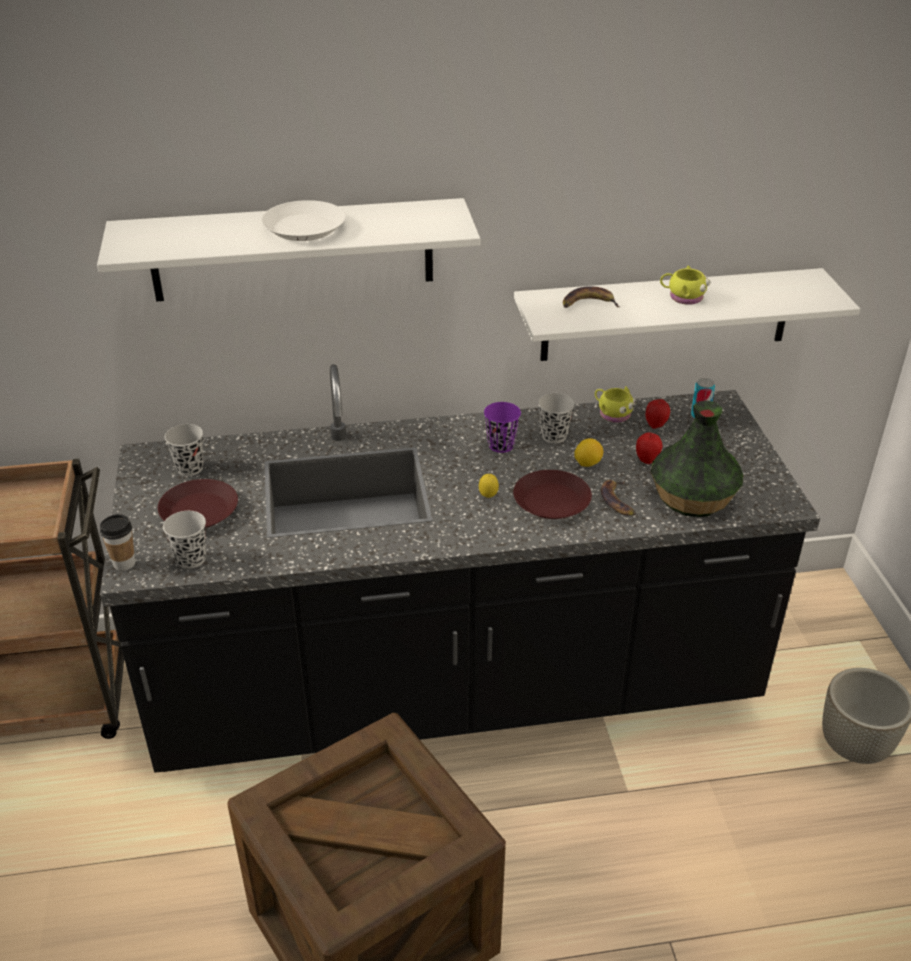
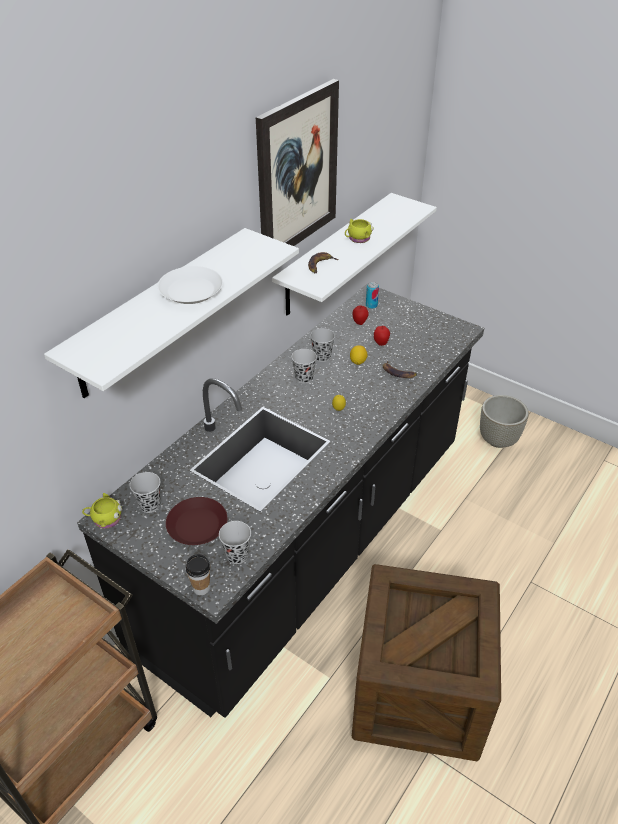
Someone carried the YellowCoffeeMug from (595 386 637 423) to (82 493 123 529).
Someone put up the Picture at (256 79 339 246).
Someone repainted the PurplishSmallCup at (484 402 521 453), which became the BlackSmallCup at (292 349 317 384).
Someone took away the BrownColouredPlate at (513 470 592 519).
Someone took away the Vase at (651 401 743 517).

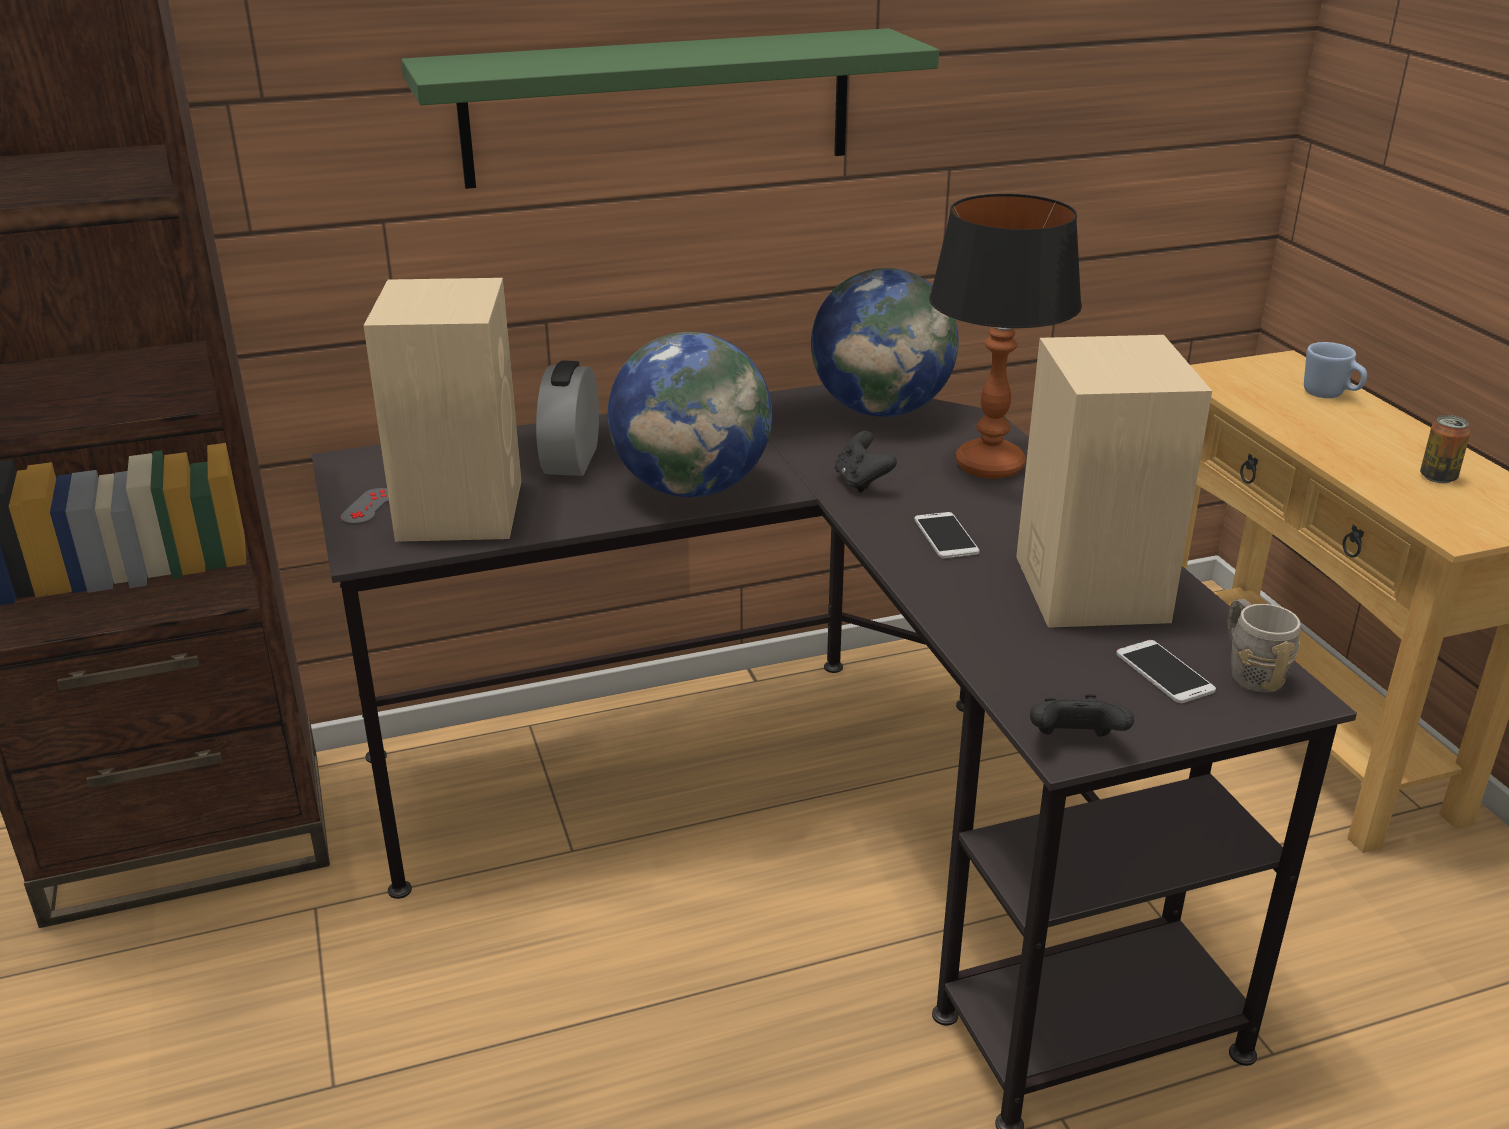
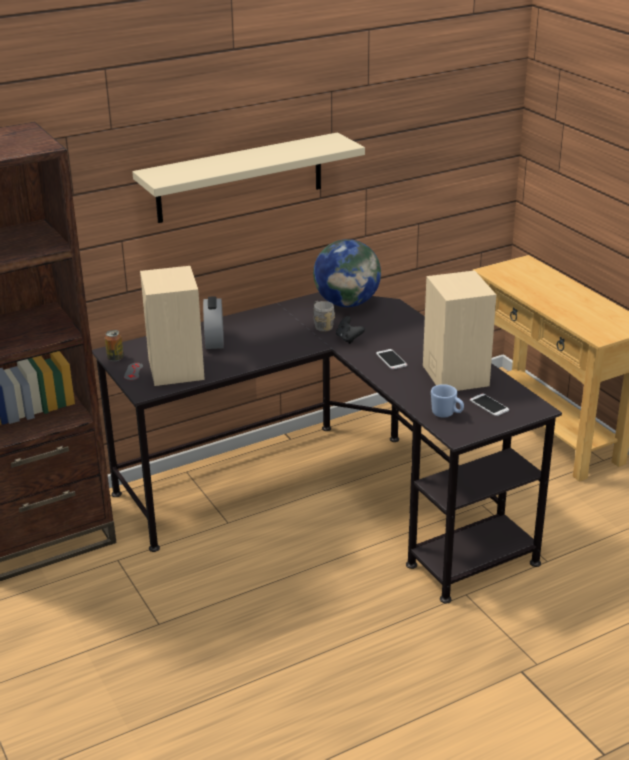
Someone carried the MetalCan from (1420 415 1470 483) to (105 330 124 361).
Someone repainted the GreenColouredShelf at (401 28 939 189), which became the BeigeShelf at (132 132 365 223).
Someone carried the GreyCoffeeMug from (1227 599 1300 693) to (313 301 335 331).
Someone carried the BluishCoffeeMug from (1304 342 1367 398) to (431 384 464 418).
Someone took away the Globe at (608 332 772 497).
Someone took away the TableLamp at (929 194 1082 479).
Someone took away the BlackJoypad at (1030 694 1134 737).

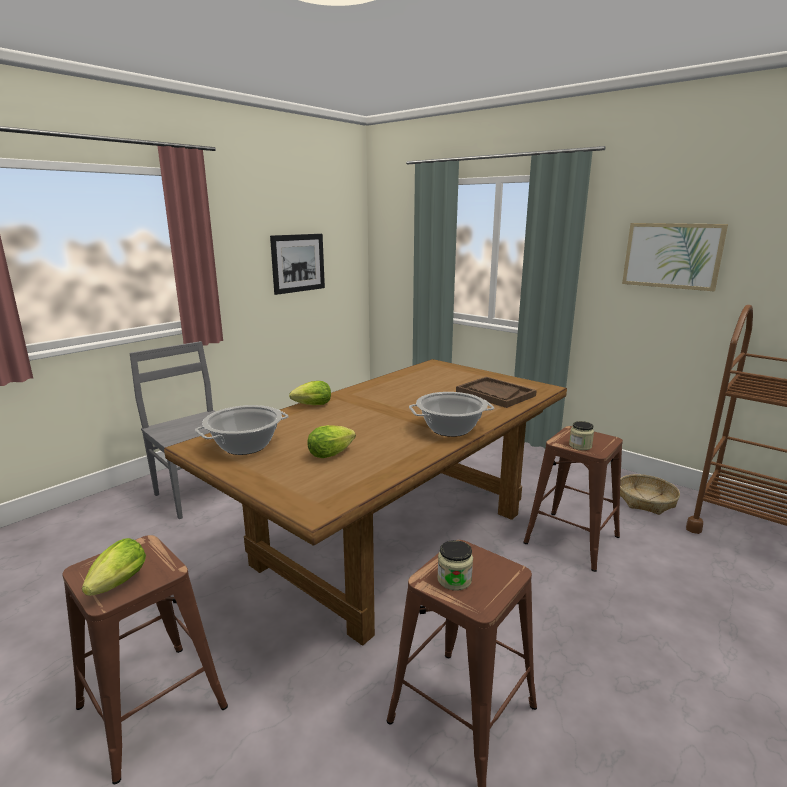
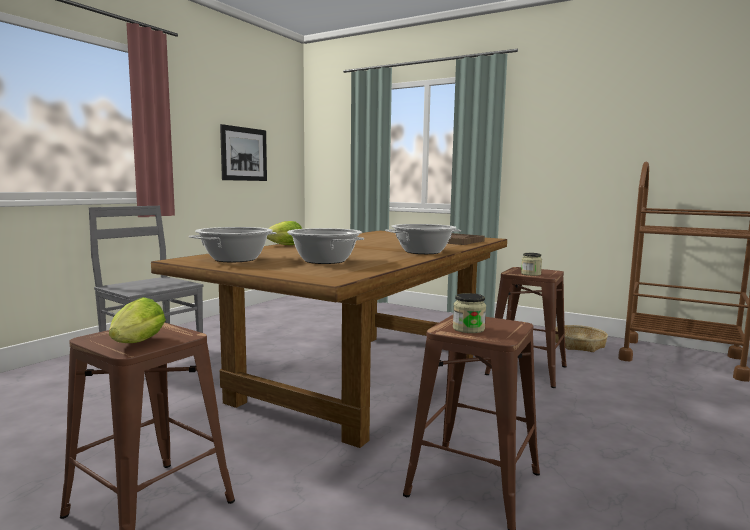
Someone swapped the Lettuce at (307 425 356 458) for the Stockpot at (287 228 364 264).
Someone took away the Picture at (622 223 728 291).

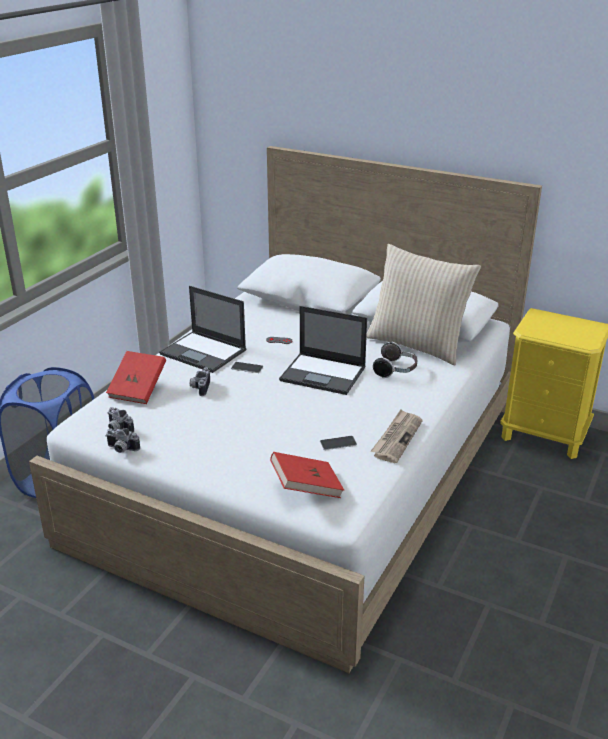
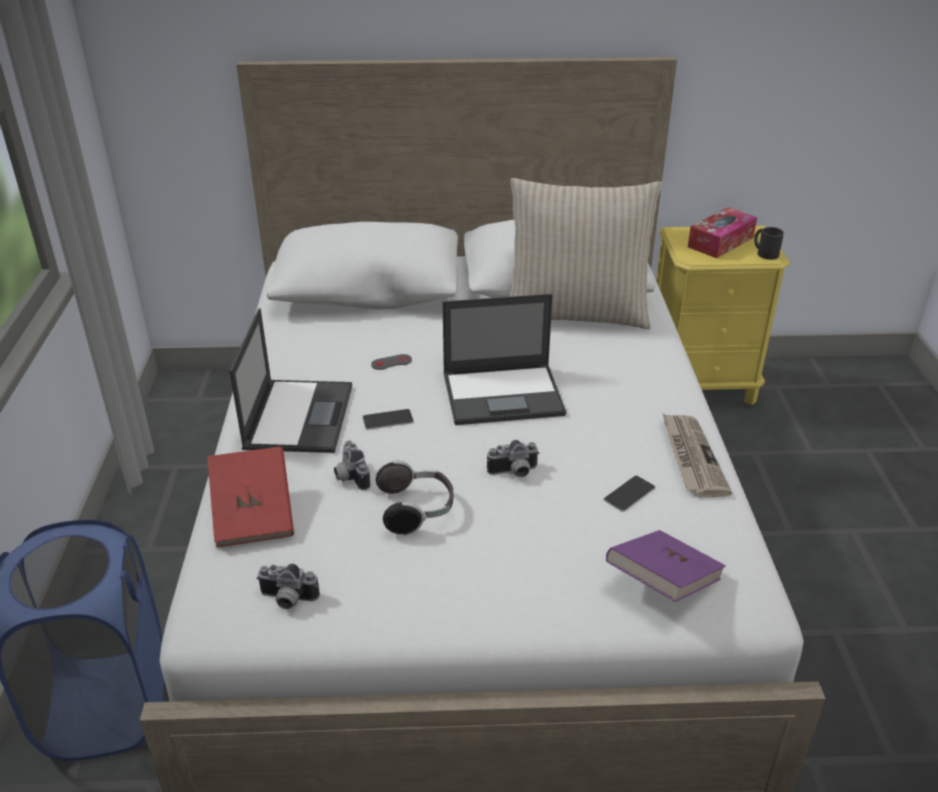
Someone rotated the NotebookComputer at (159 286 246 373) by 90 degrees counterclockwise.
Someone carried the Headset from (373 342 417 378) to (376 460 453 535).
Someone carried the StillCamera from (105 428 140 453) to (487 440 539 477).
Someone repainted the RedColouredBoundBook at (270 452 344 498), which became the PurplishBoundBook at (606 530 726 602).
Someone put down the TissueHolder at (688 207 757 258).
Someone put down the BlackCoffeeMug at (754 227 784 260).

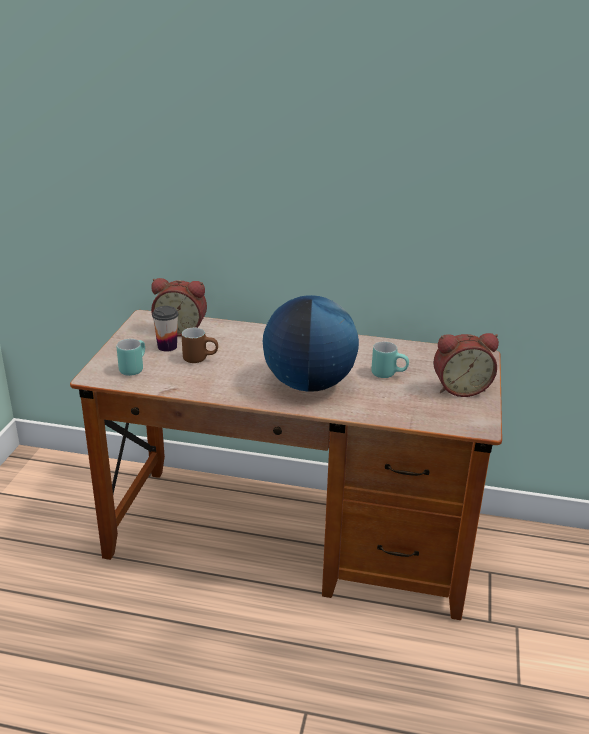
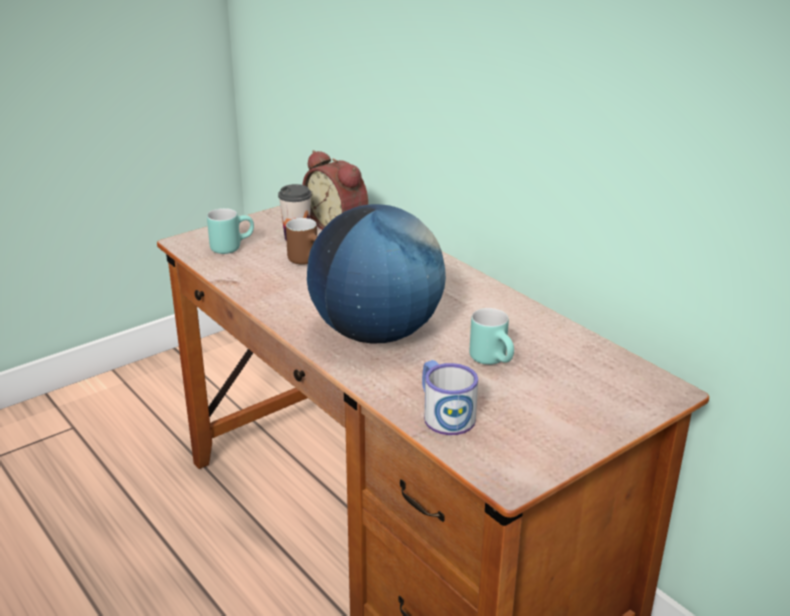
Someone put down the CoffeeMug at (422 360 478 435).
Someone took away the TableClock at (433 333 499 397).

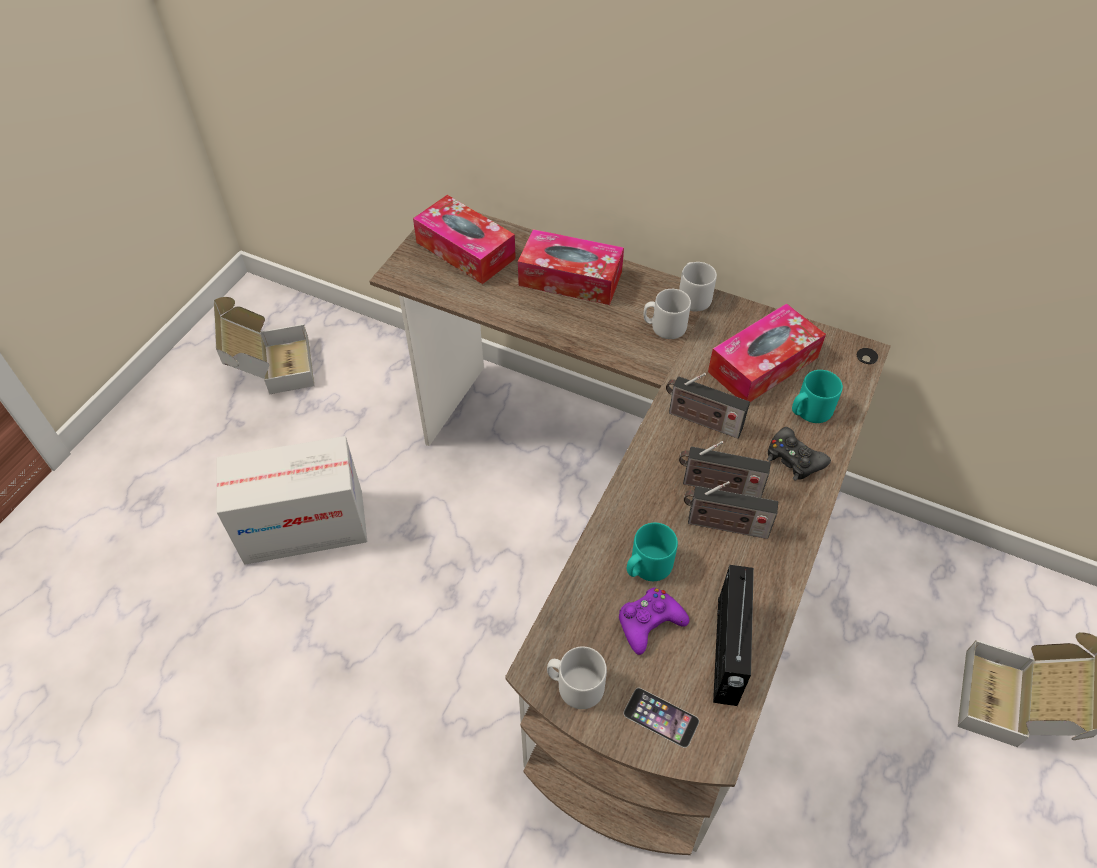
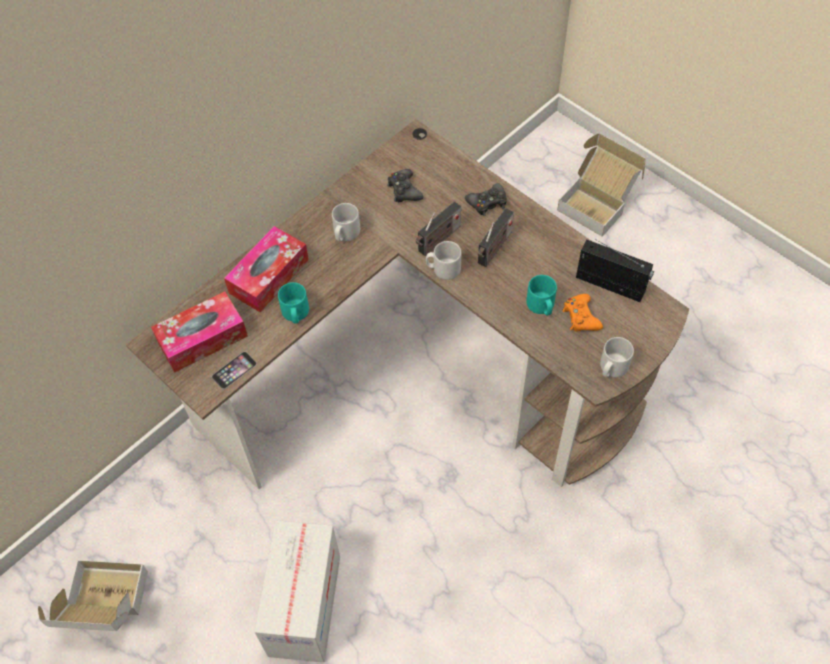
Someone carried the Handset from (623 688 699 748) to (212 352 257 389).
Someone carried the TurquoiseColouredCoffeeMug from (792 370 843 423) to (278 282 309 324).
Someone swapped the TissueHolder at (708 303 826 402) for the BlackJoypad at (387 169 423 202).
Someone carried the GreyCoffeeMug from (679 262 717 312) to (426 241 461 280).
Someone repainted the PurplishJoypad at (619 588 689 655), which became the OrangeyJoypad at (562 294 603 331).
Someone took away the RadioReceiver at (684 481 778 539).

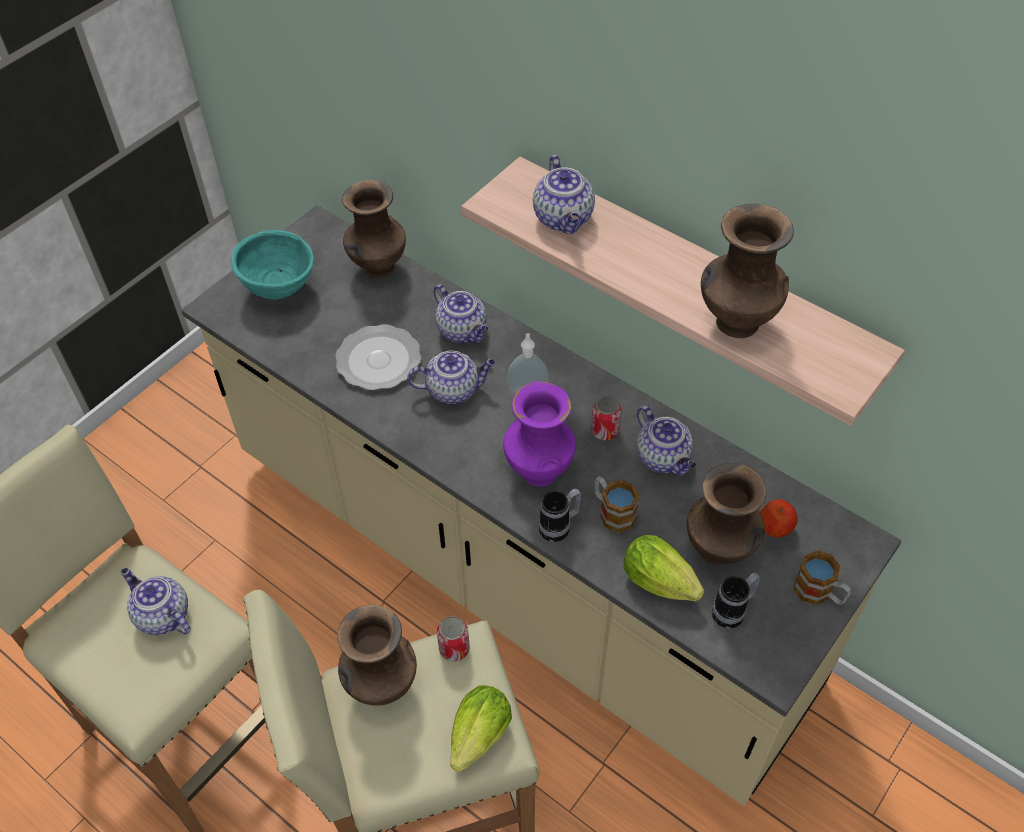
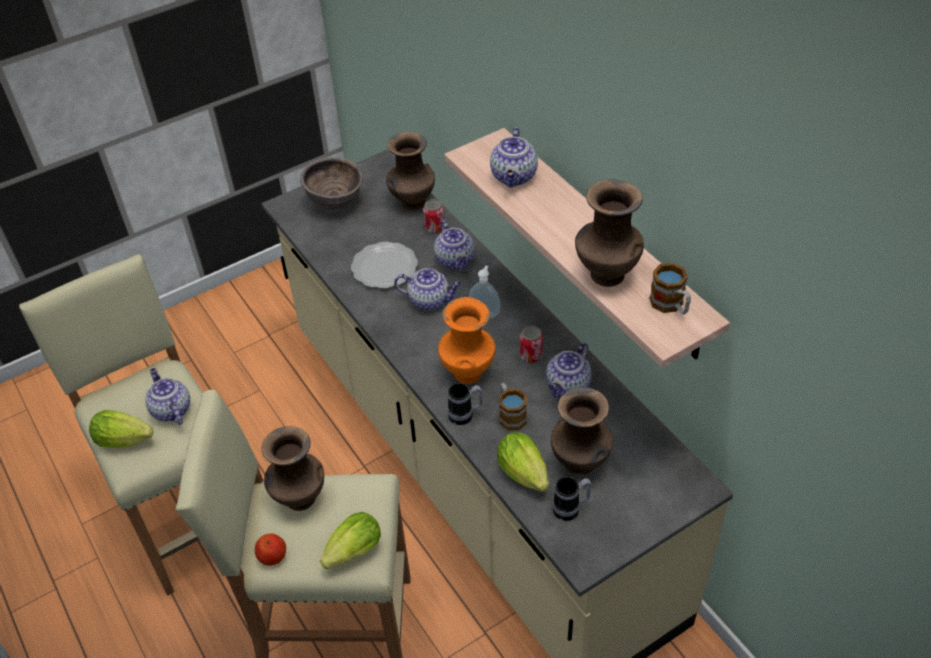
Someone put down the Lettuce at (89 410 153 448).
Someone carried the Apple from (760 499 798 538) to (255 533 286 566).
Someone repainted the TurquoiseColouredBowl at (231 230 314 300), which became the BrownColouredBowl at (300 157 363 209).
Someone carried the MetalCan from (437 616 470 662) to (423 199 444 233).
Someone repainted the PurplishVase at (503 381 576 487), which became the OrangeyVase at (438 297 495 384).
Someone rotated the TeaPot at (637 406 696 476) by 45 degrees clockwise.
Someone carried the CoffeeMug from (793 550 851 605) to (649 263 691 315).

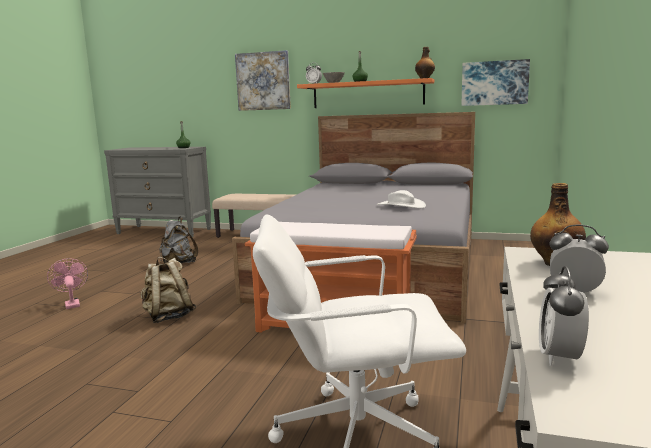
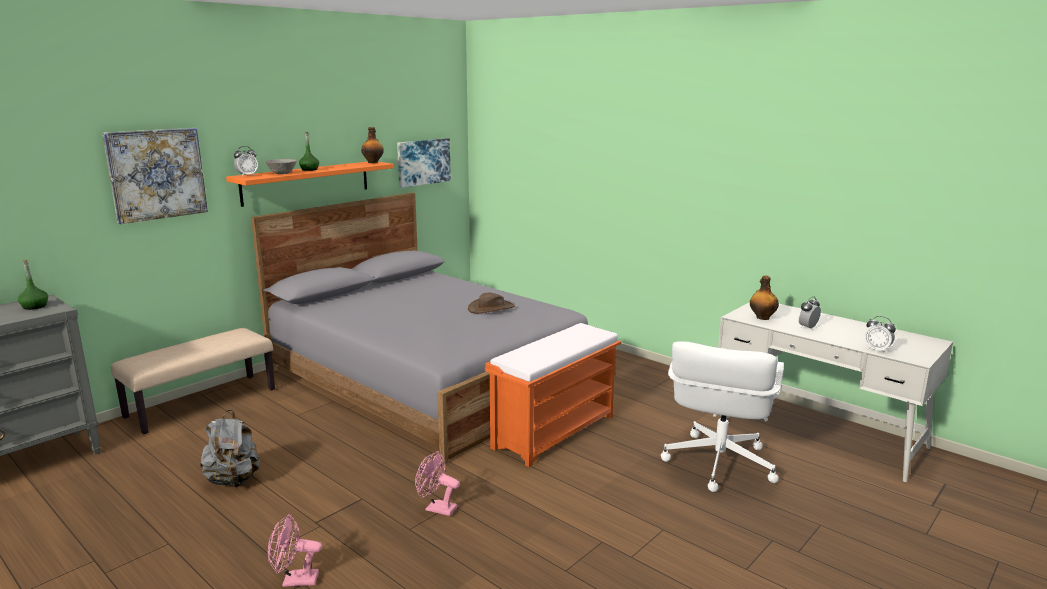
Someone swapped the BeigeRucksack at (141 257 197 323) for the PinkColouredFan at (415 451 460 516).
Someone repainted the WhitishHat at (377 190 426 208), which became the BrownColouredHat at (468 293 515 313).

